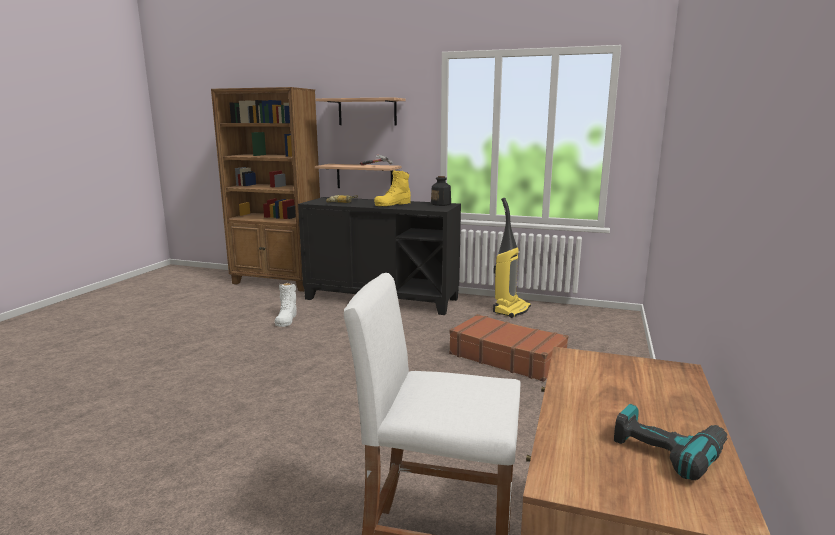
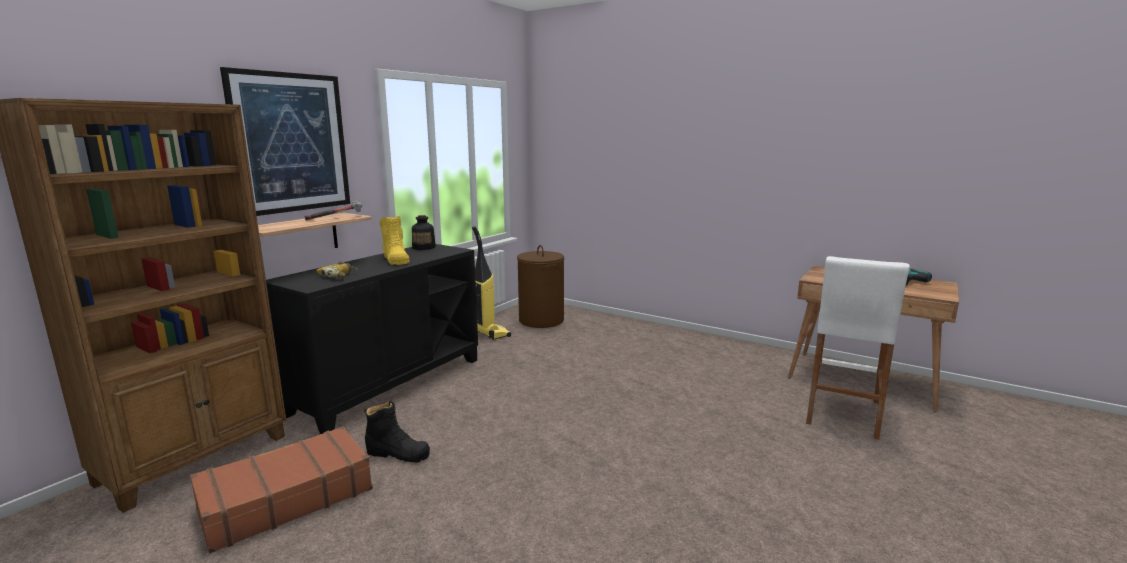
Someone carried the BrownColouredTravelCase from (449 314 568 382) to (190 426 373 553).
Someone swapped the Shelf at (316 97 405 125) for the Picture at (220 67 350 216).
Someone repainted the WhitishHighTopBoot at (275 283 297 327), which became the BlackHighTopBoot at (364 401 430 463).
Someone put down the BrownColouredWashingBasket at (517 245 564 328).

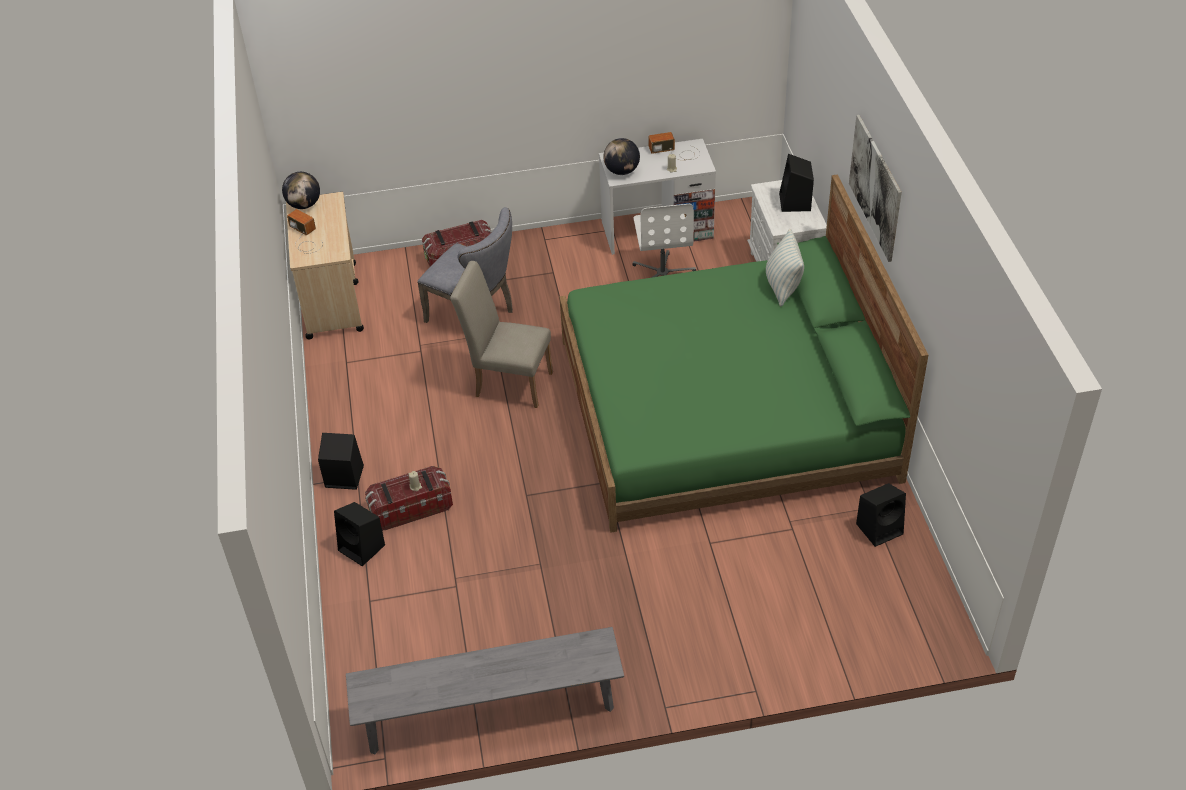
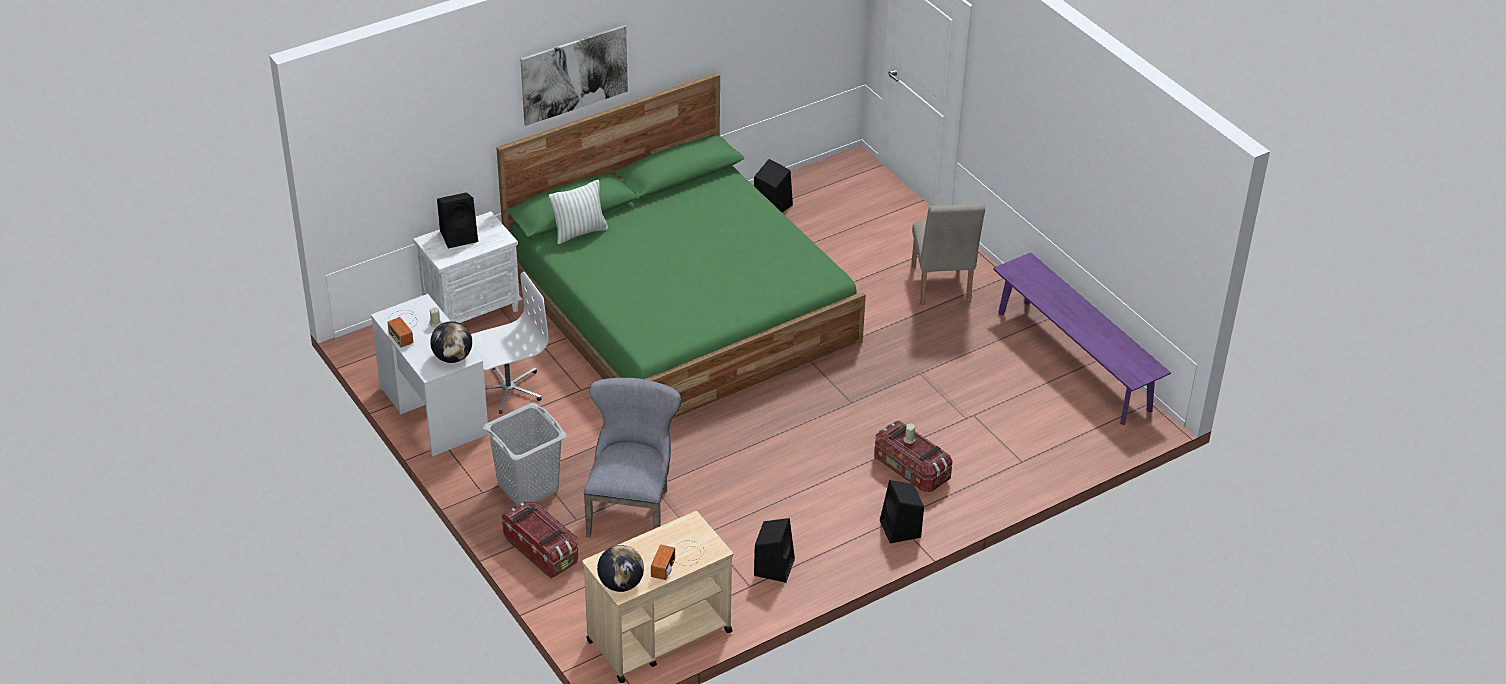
Someone put down the GreyWashingBasket at (483 403 567 505).
Someone carried the BlackLoudspeaker from (334 502 385 566) to (754 518 795 583).
Someone carried the BeigeChair from (450 261 553 408) to (911 204 985 305).
Someone repainted the GreyIndoorBench at (346 627 624 755), which became the PurplishIndoorBench at (993 253 1171 425).

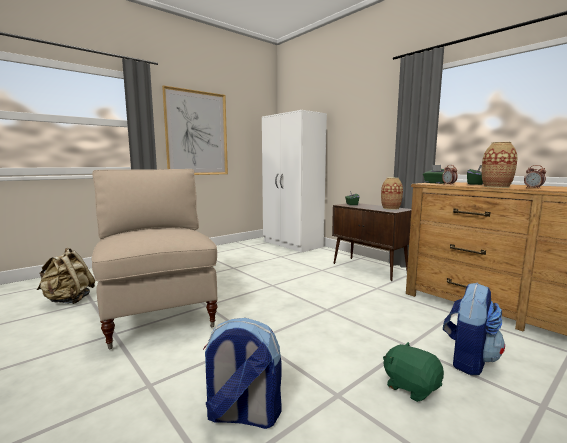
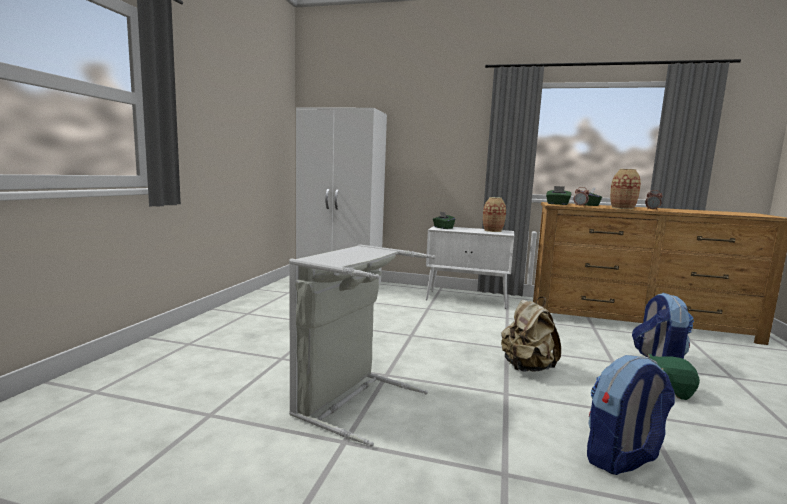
Someone swapped the BeigeChair at (92 169 218 349) for the GreyWashingBasket at (289 244 436 447).
Someone repainted the BrownColouredCupboard at (332 203 411 281), which became the WhitishCupboard at (426 226 514 309).
Someone carried the BeigeRucksack from (37 248 95 304) to (501 297 561 372).
Someone took away the Picture at (162 85 228 175).

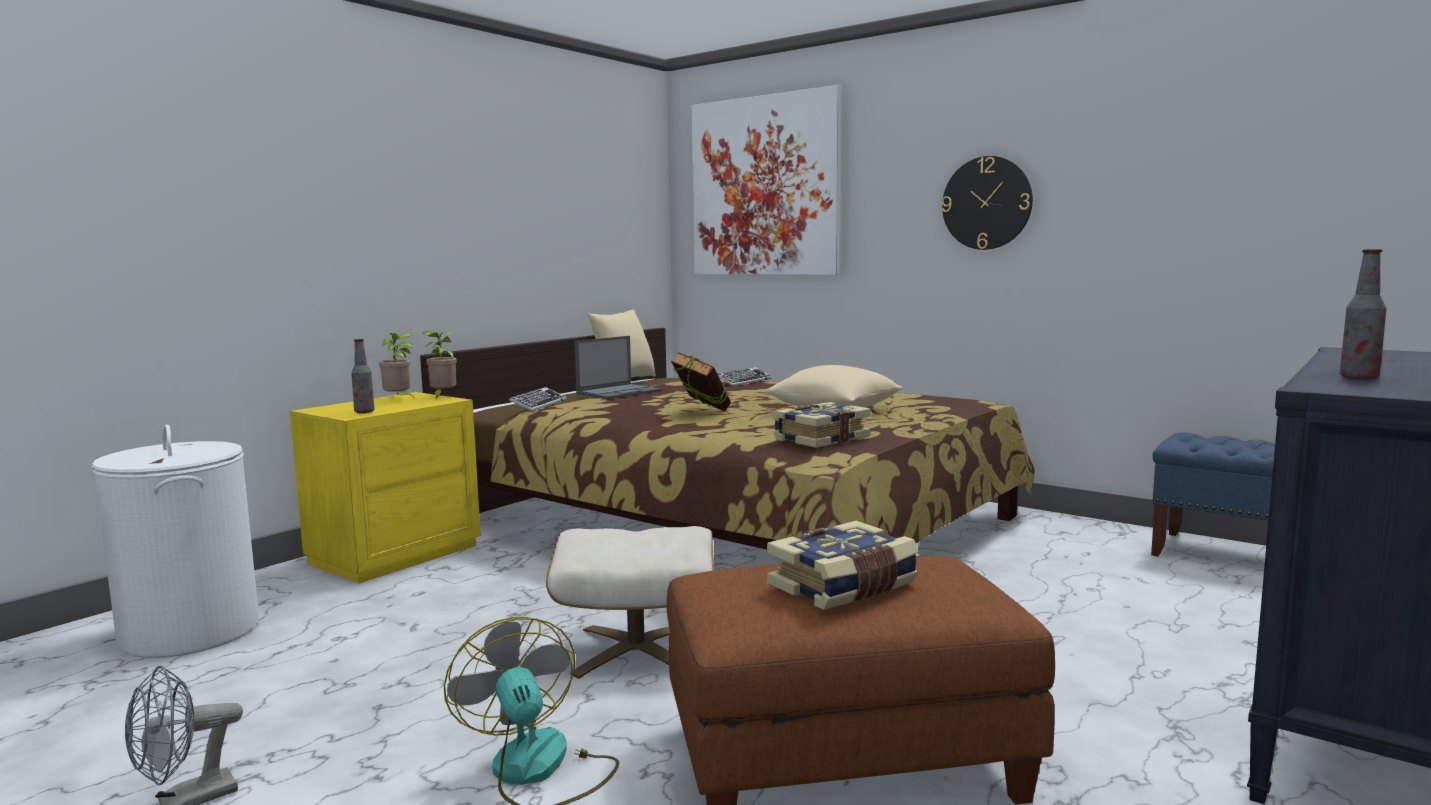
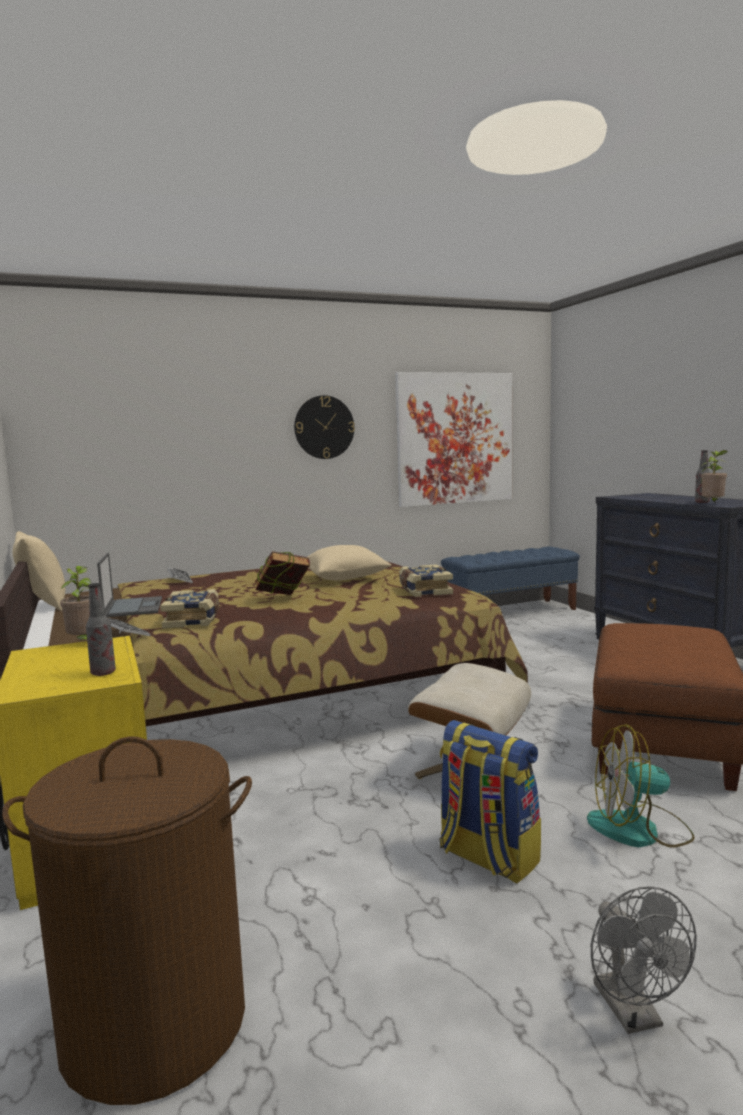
Someone repainted the WhitishWashingBasket at (92 424 259 658), which became the BrownColouredWashingBasket at (2 736 252 1105).
Someone carried the BoundBook from (767 521 919 610) to (160 589 219 628).
Someone carried the Picture from (691 85 842 275) to (395 372 512 507).
Someone put down the Rucksack at (439 720 541 884).
Someone carried the PottedPlant from (379 333 415 399) to (701 450 728 503).

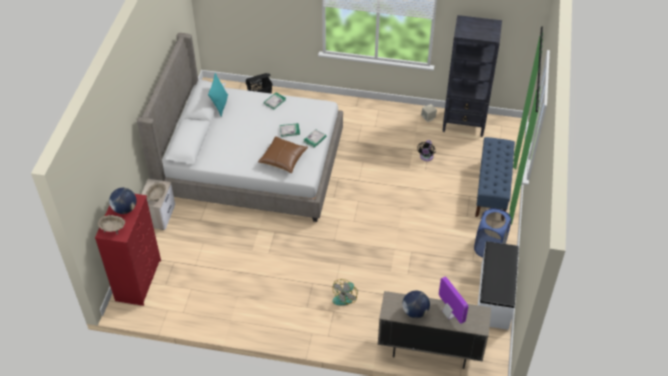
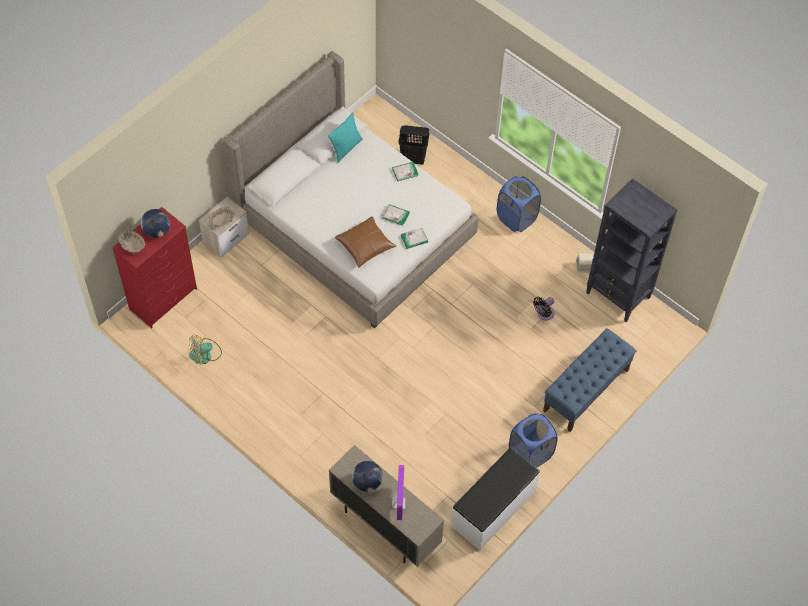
Someone carried the Fan from (332 279 358 305) to (189 334 222 365).
Someone put down the BluishWashingBasket at (497 176 541 232).

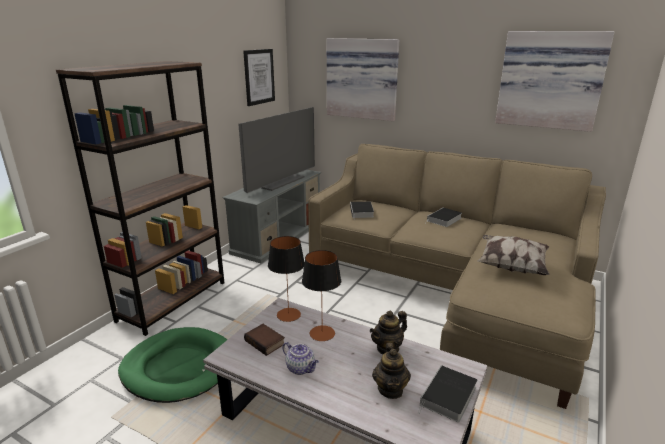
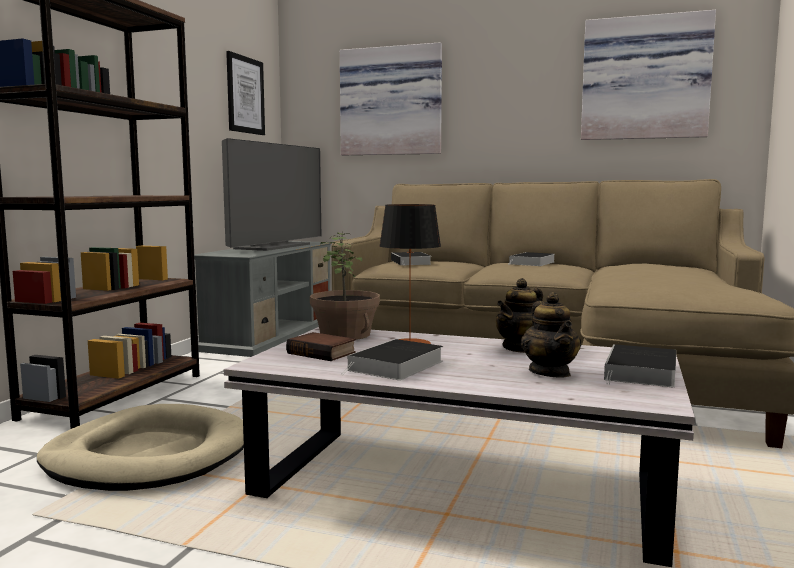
Someone repainted the GreenColouredDogCushion at (118 327 227 403), which became the BeigeDogCushion at (37 404 244 491).
Someone swapped the TableLamp at (268 236 305 322) for the PottedPlant at (310 232 380 340).
Someone swapped the TeaPot at (282 342 319 375) for the BoundBook at (341 339 443 380).
Someone took away the ThrowPillow at (477 235 550 275).

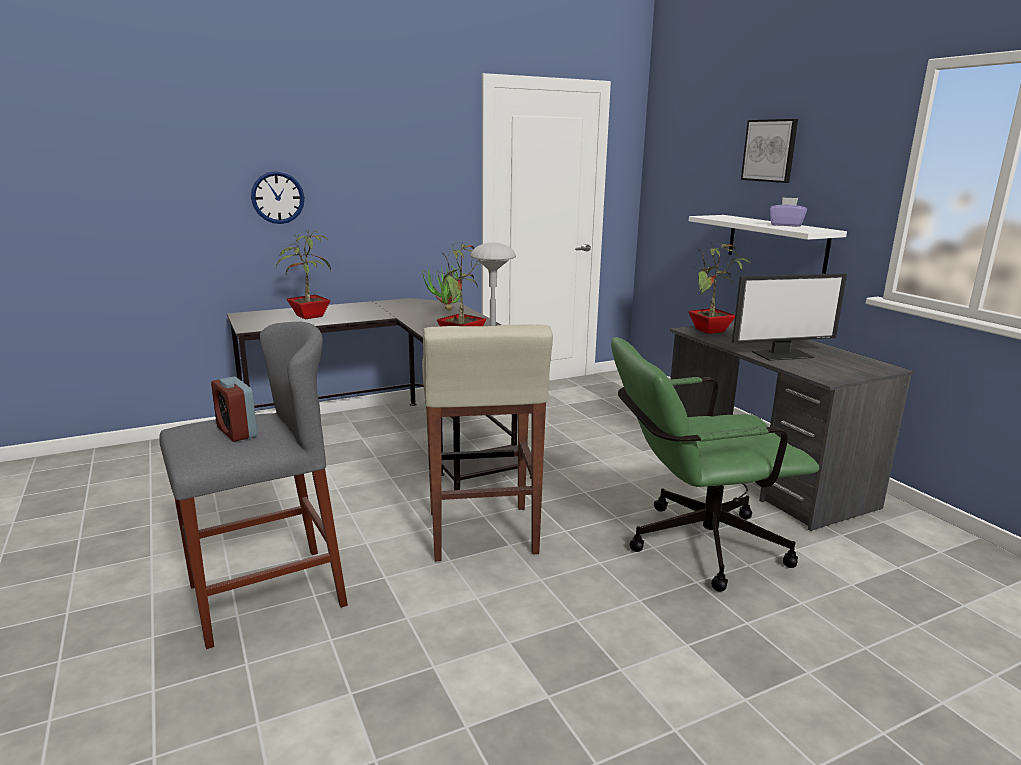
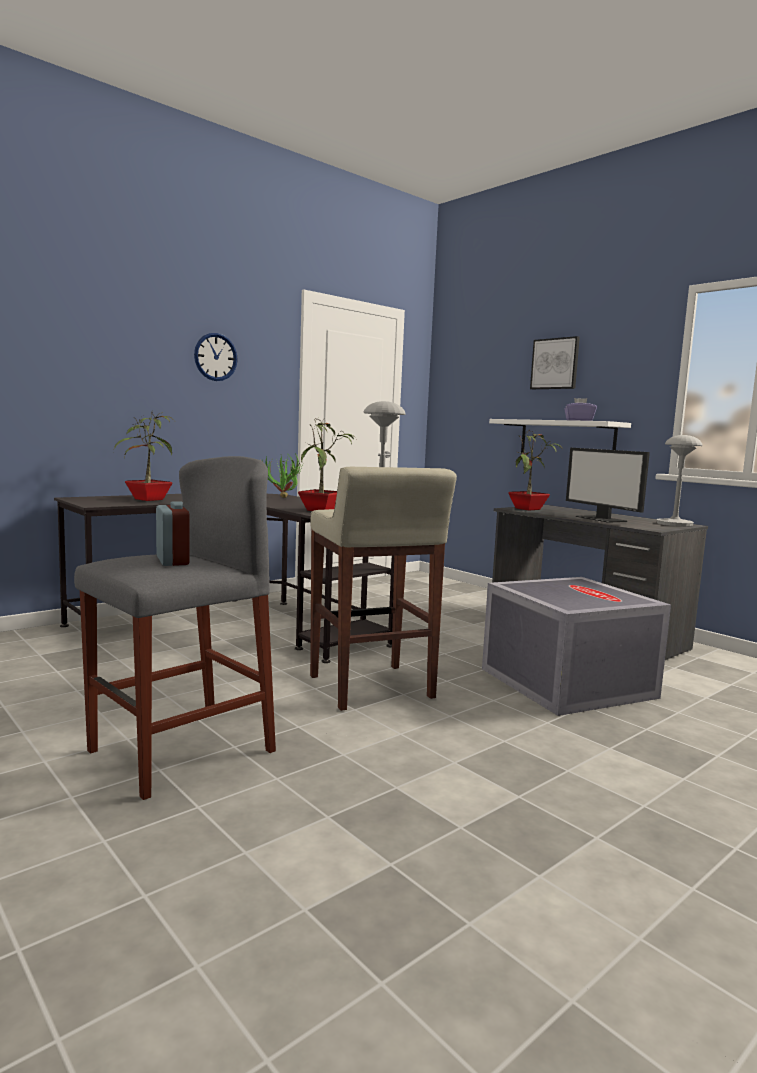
Someone rotated the TableClock at (211 377 257 442) by 150 degrees counterclockwise.
Someone carried the ClockOnTheWall from (251 171 304 224) to (194 333 238 381).
Someone swapped the GreenColouredOfficeChair at (611 337 819 592) for the GreyStorageContainer at (482 577 671 716).
Someone rotated the ComputerDisplay at (732 273 847 361) by 90 degrees clockwise.
Someone put down the GreyTableLamp at (657 435 702 527).

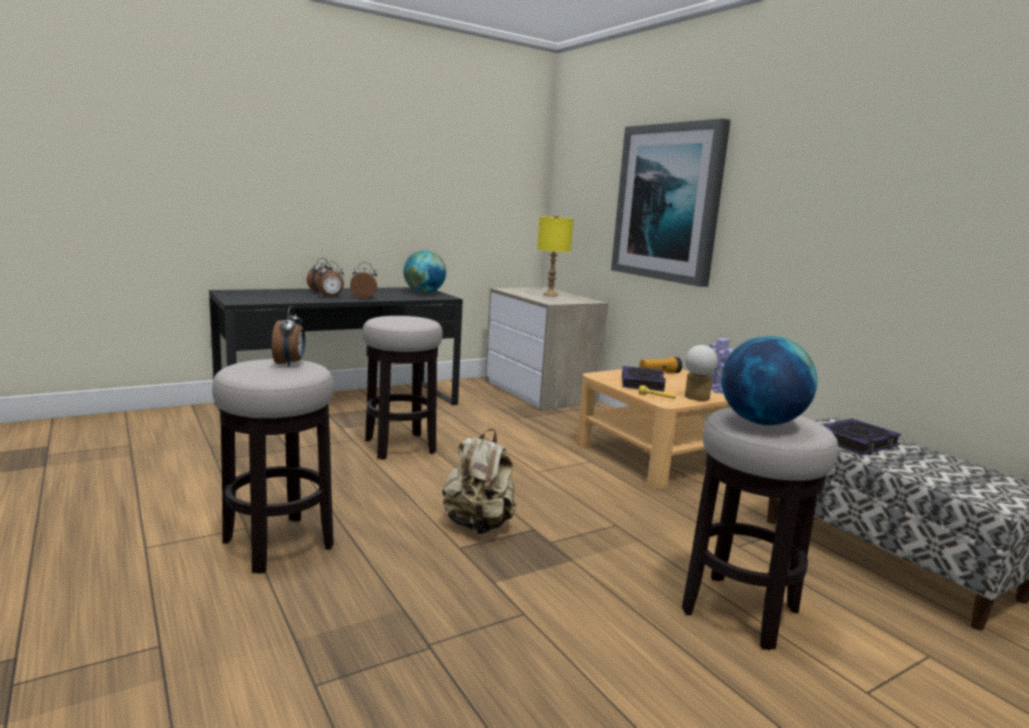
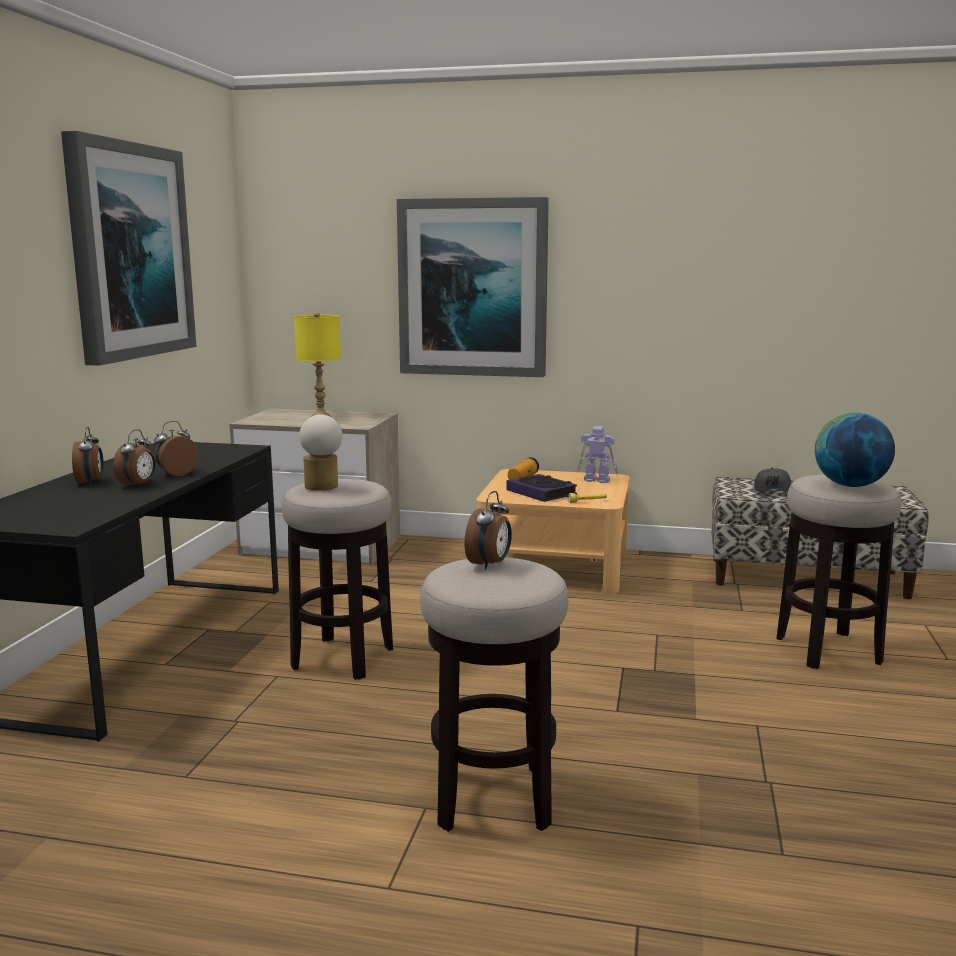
Someone put up the Picture at (61 131 197 366).
Someone carried the TableLamp from (685 345 718 401) to (299 415 342 491).
Someone rotated the TableClock at (272 306 305 367) by 75 degrees clockwise.
Someone swapped the BoundBook at (823 419 901 455) for the GreyCap at (754 468 791 492).
Someone took away the Globe at (403 250 446 293).
Someone took away the BeigeRucksack at (442 429 517 534).

